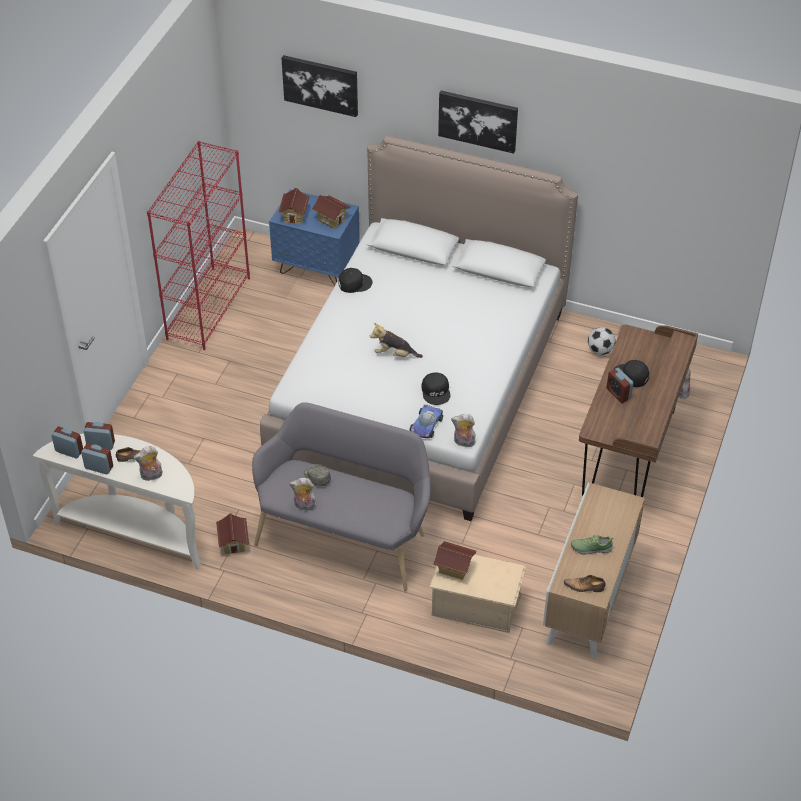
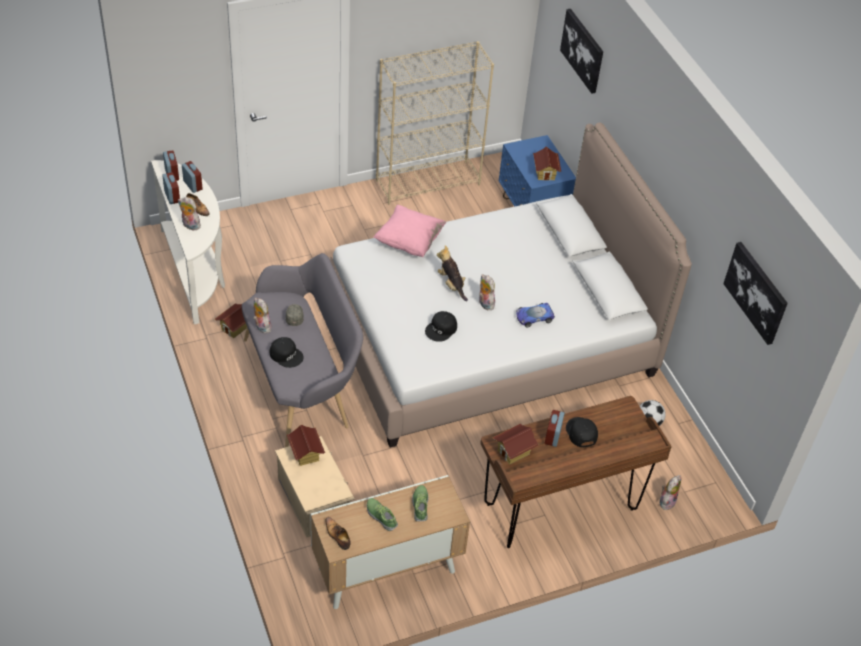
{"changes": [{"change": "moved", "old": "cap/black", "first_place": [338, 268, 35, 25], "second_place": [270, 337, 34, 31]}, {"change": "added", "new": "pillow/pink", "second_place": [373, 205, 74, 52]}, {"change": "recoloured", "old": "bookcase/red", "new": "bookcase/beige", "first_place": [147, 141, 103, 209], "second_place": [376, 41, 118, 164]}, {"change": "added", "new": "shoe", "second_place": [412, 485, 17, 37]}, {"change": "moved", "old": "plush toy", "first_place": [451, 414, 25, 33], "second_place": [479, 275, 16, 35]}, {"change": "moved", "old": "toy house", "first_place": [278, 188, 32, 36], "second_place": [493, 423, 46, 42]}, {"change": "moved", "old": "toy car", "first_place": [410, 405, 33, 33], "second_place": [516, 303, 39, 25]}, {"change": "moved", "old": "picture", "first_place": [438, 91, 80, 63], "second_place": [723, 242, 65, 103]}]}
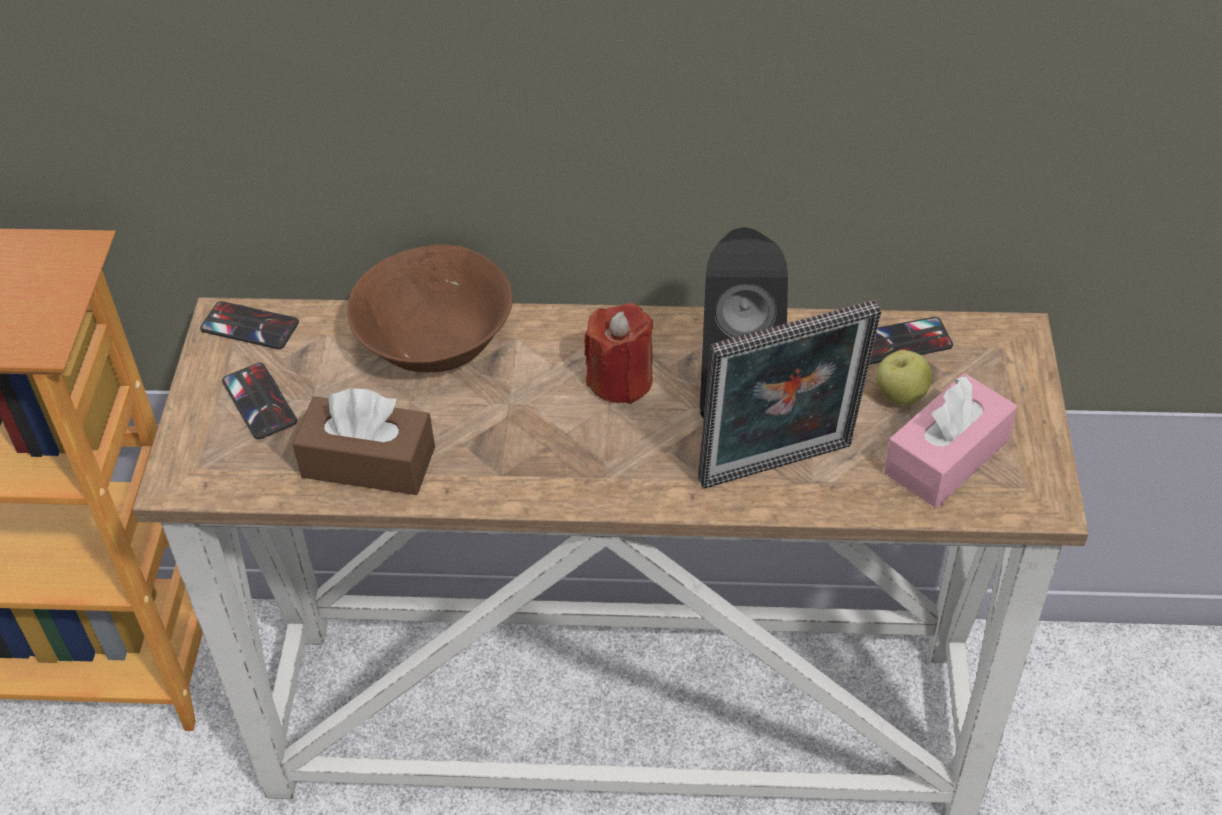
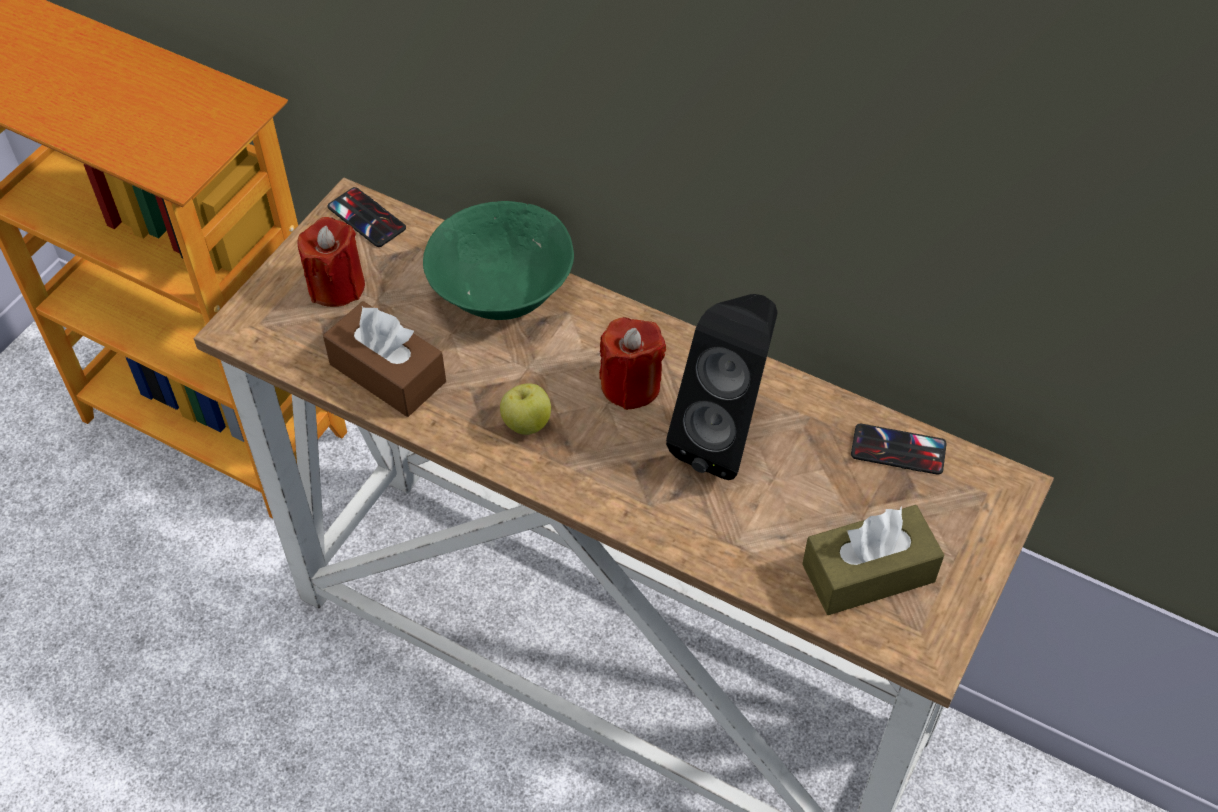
{"changes": [{"change": "replaced", "old": "phone", "new": "candle/red", "first_place": [222, 363, 75, 76], "second_place": [297, 217, 68, 90]}, {"change": "recoloured", "old": "bowl/brown", "new": "bowl/green", "first_place": [347, 244, 166, 128], "second_place": [423, 201, 151, 119]}, {"change": "moved", "old": "apple", "first_place": [876, 350, 56, 55], "second_place": [500, 384, 51, 51]}, {"change": "recoloured", "old": "tissue box/pink", "new": "tissue box/brown", "first_place": [884, 373, 133, 135], "second_place": [802, 505, 142, 110]}, {"change": "removed", "old": "picture frame", "first_place": [698, 300, 183, 189]}]}
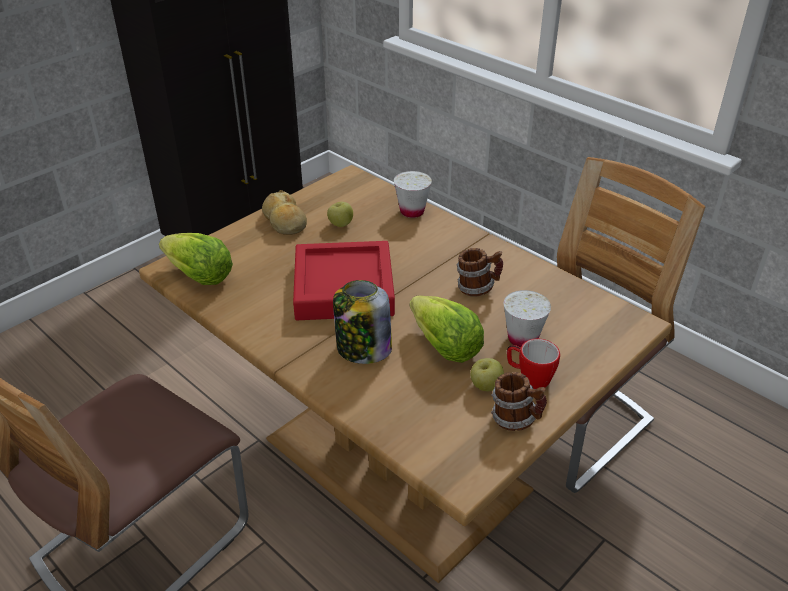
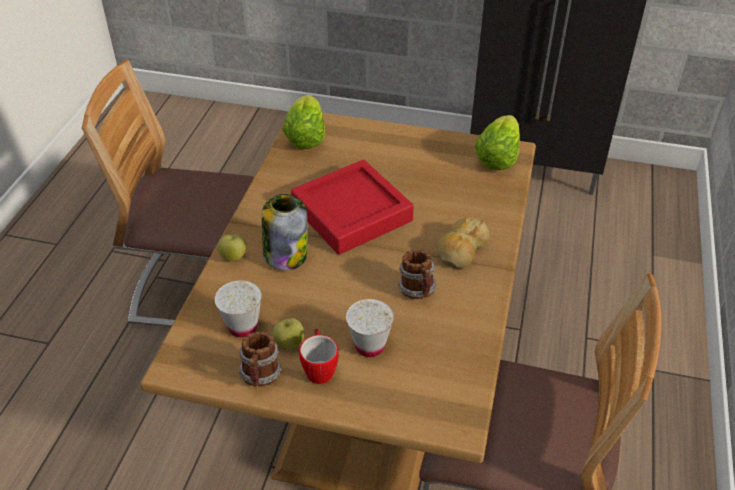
{"changes": [{"change": "moved", "old": "cup/white", "first_place": [394, 171, 38, 47], "second_place": [215, 281, 47, 56]}, {"change": "moved", "old": "apple", "first_place": [327, 202, 26, 25], "second_place": [217, 234, 30, 27]}, {"change": "moved", "old": "bread", "first_place": [262, 190, 45, 45], "second_place": [437, 217, 52, 52]}, {"change": "moved", "old": "lettuce", "first_place": [410, 296, 74, 67], "second_place": [475, 115, 45, 55]}]}
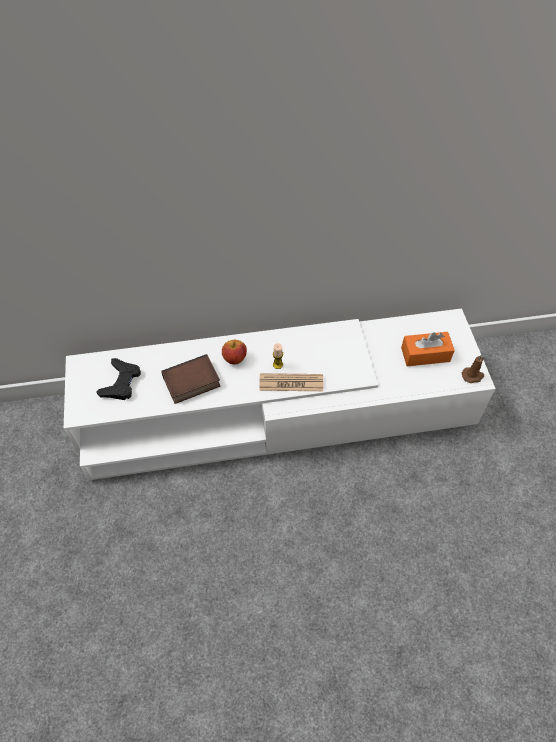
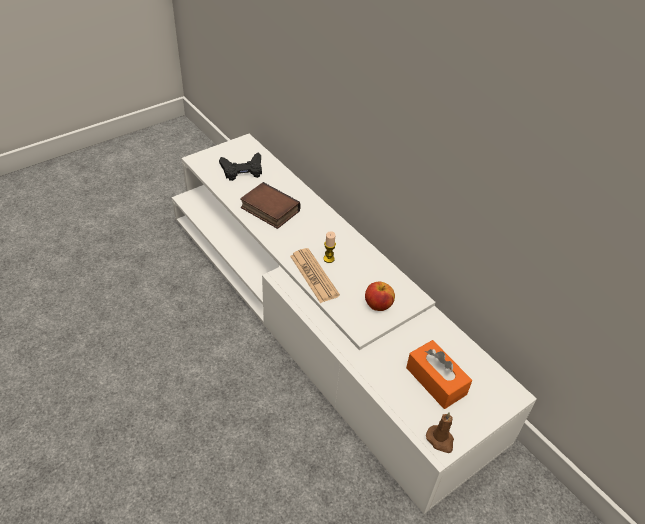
{"changes": [{"change": "moved", "old": "apple", "first_place": [222, 340, 25, 24], "second_place": [365, 281, 30, 30]}]}
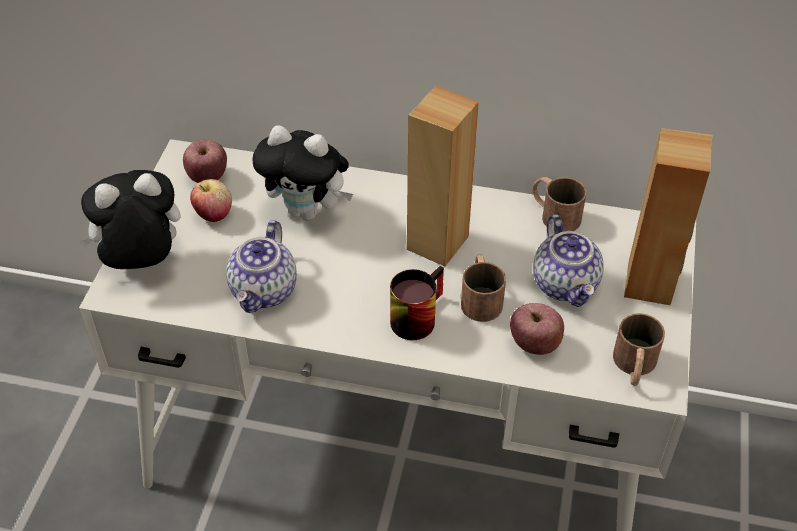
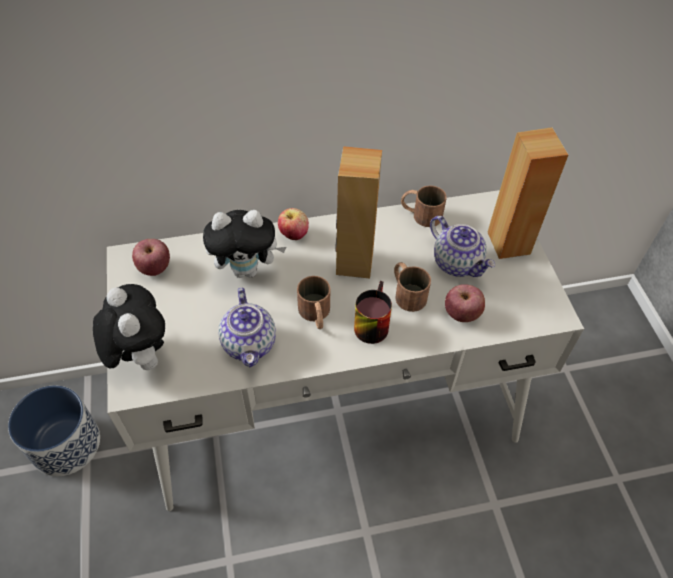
{"changes": [{"change": "added", "new": "planter", "second_place": [8, 385, 92, 91]}, {"change": "turned", "old": "plush toy", "first_place": [78, 170, 103, 99], "second_place": [93, 284, 72, 86], "degrees": 105}, {"change": "moved", "old": "apple", "first_place": [190, 179, 42, 43], "second_place": [278, 208, 31, 32]}, {"change": "moved", "old": "mug/brown", "first_place": [613, 313, 52, 73], "second_place": [297, 276, 33, 53]}]}
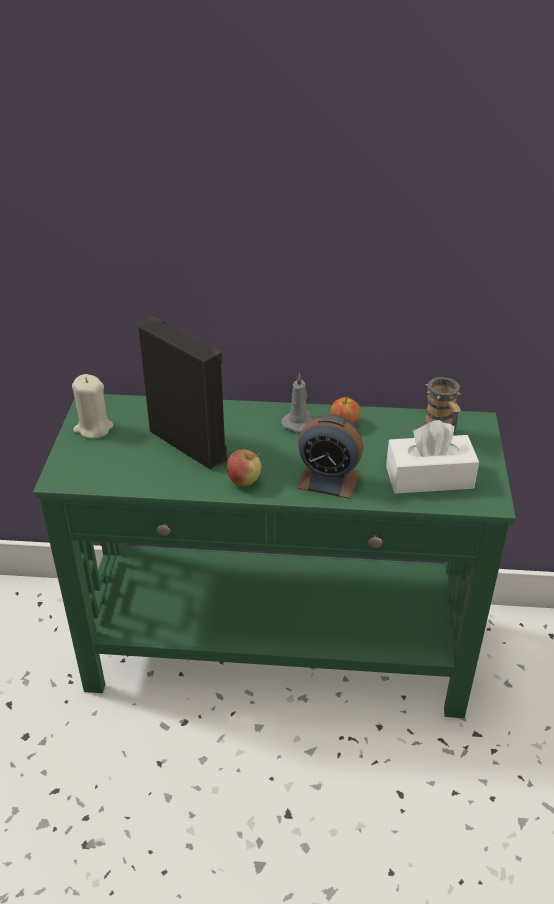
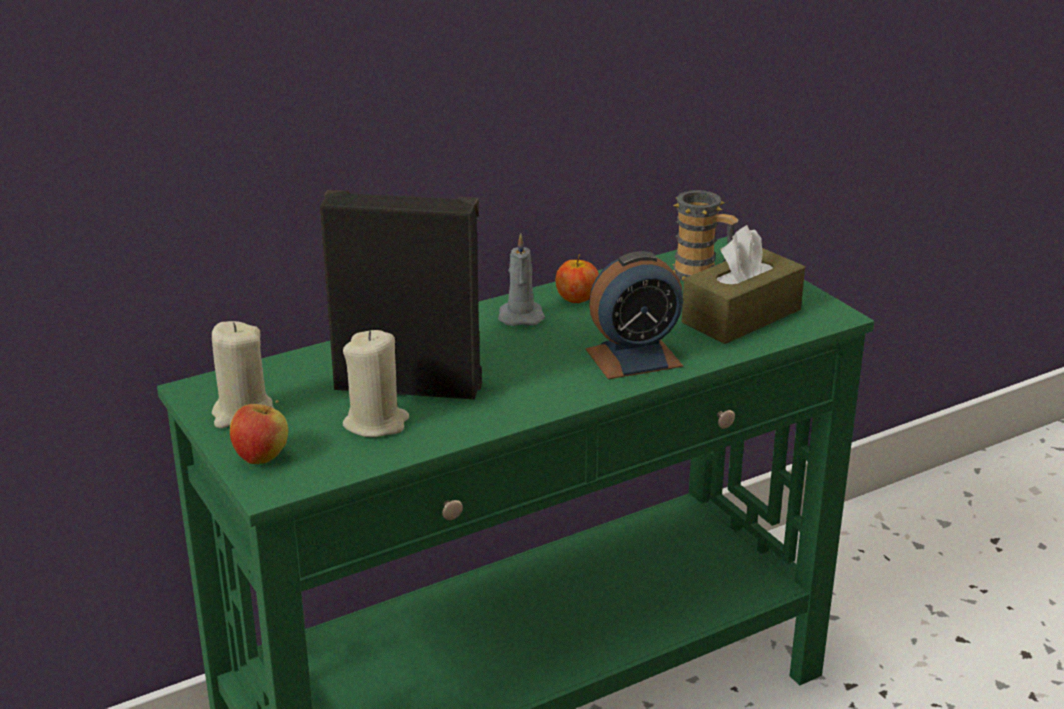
{"changes": [{"change": "moved", "old": "apple", "first_place": [227, 449, 34, 37], "second_place": [230, 400, 58, 64]}, {"change": "added", "new": "candle/beige", "second_place": [343, 330, 66, 107]}, {"change": "recoloured", "old": "tissue box/white", "new": "tissue box/brown", "first_place": [386, 420, 93, 74], "second_place": [682, 225, 123, 119]}]}
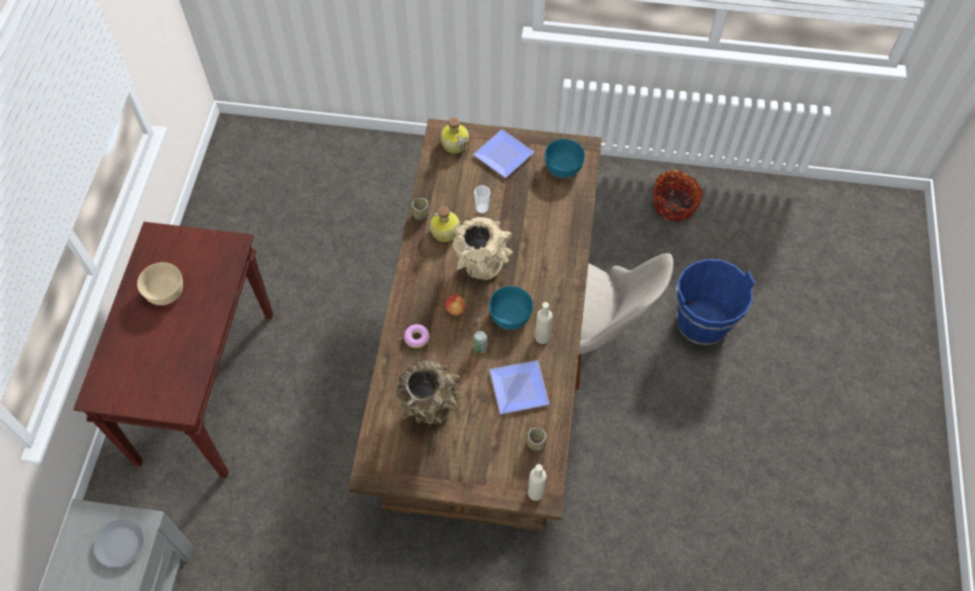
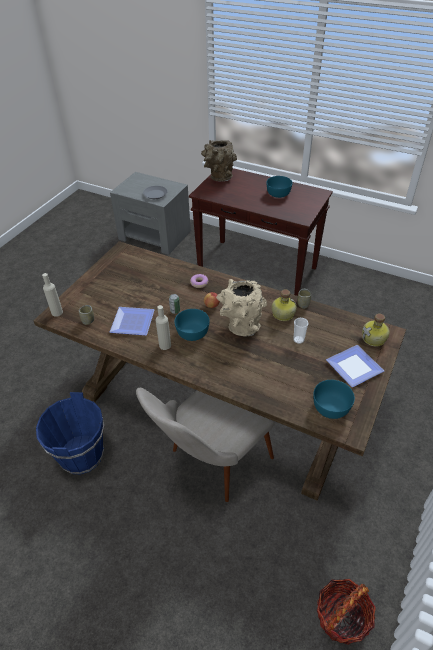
{"changes": [{"change": "moved", "old": "bucket/blue", "first_place": [676, 259, 79, 86], "second_place": [36, 392, 68, 82]}, {"change": "moved", "old": "vase/brown", "first_place": [396, 361, 67, 64], "second_place": [201, 140, 36, 42]}, {"change": "recoloured", "old": "bowl/beige", "new": "bowl/turquoise", "first_place": [137, 262, 46, 43], "second_place": [266, 176, 26, 22]}]}
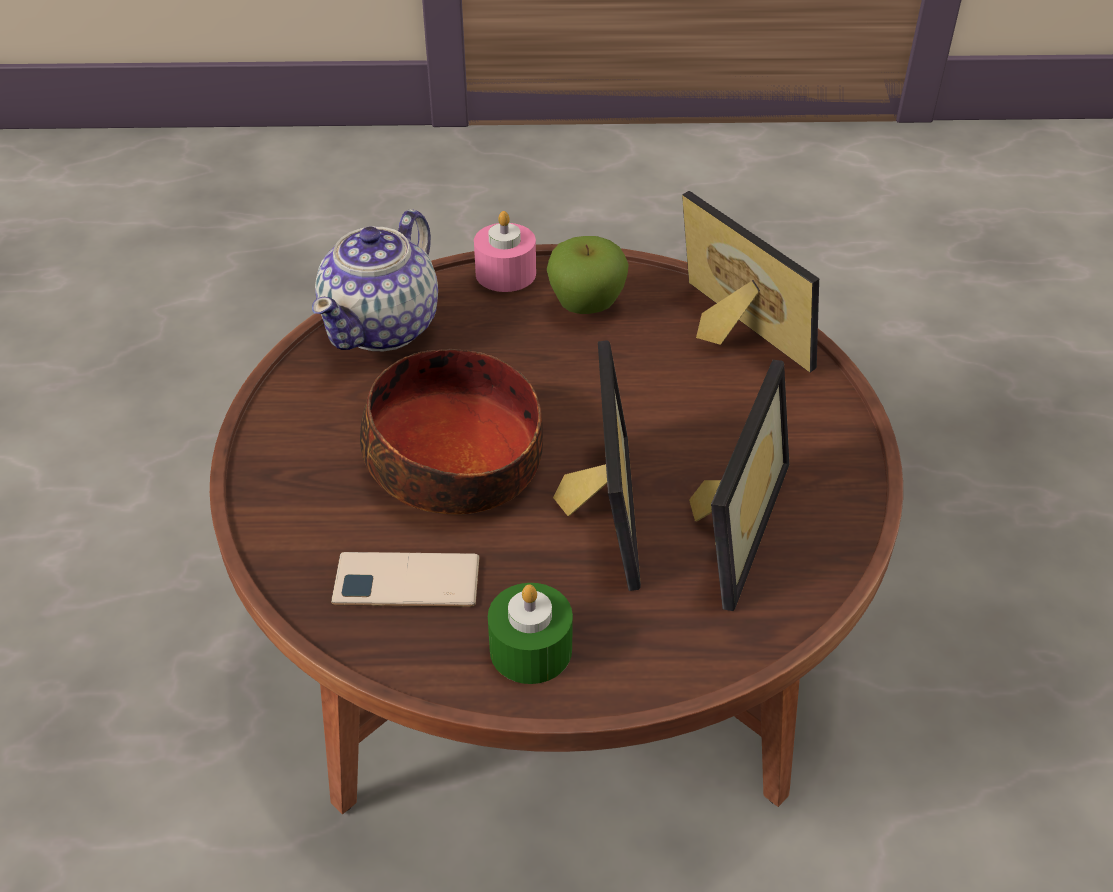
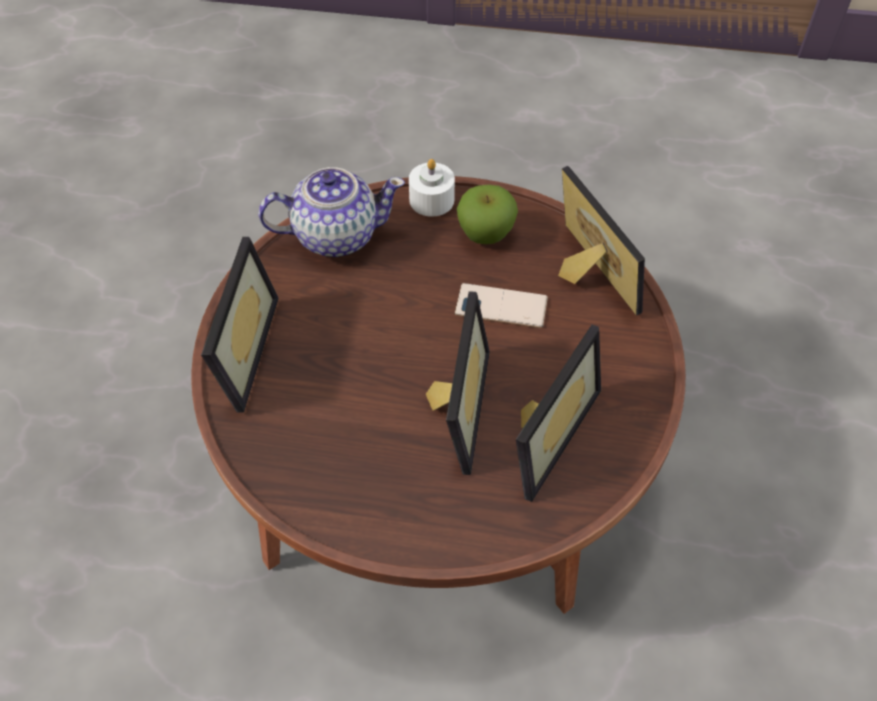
{"changes": [{"change": "added", "new": "picture frame", "second_place": [201, 237, 78, 176]}, {"change": "turned", "old": "teapot", "first_place": [312, 209, 126, 142], "second_place": [258, 167, 147, 90], "degrees": -135}, {"change": "recoloured", "old": "candle/pink", "new": "candle/white", "first_place": [474, 211, 62, 81], "second_place": [409, 159, 46, 58]}, {"change": "moved", "old": "phone", "first_place": [331, 552, 149, 55], "second_place": [455, 283, 93, 45]}, {"change": "removed", "old": "bowl", "first_place": [360, 349, 183, 166]}, {"change": "removed", "old": "candle/green", "first_place": [488, 583, 85, 101]}]}
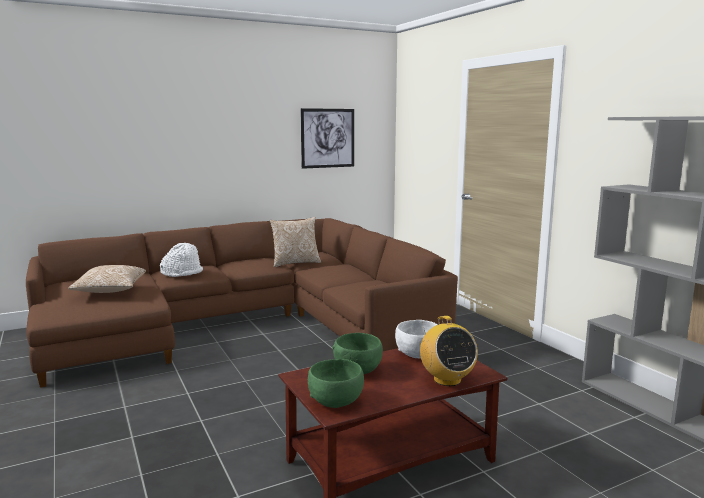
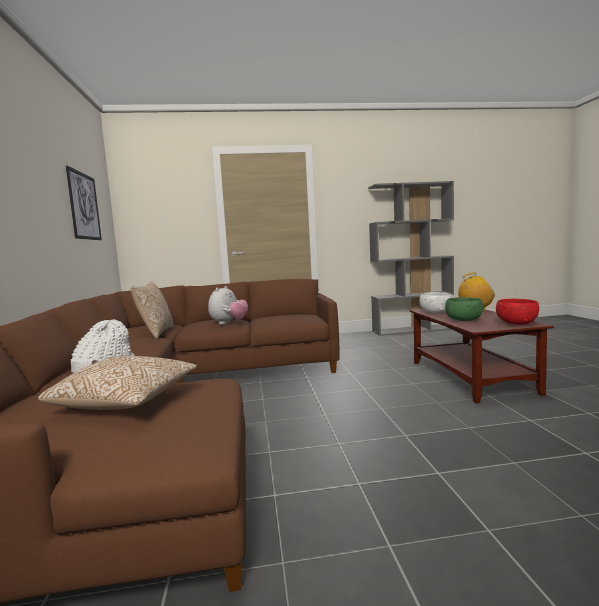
{"changes": [{"change": "added", "new": "plush toy", "second_place": [208, 286, 40, 39]}, {"change": "recoloured", "old": "bowl/green", "new": "bowl/red", "first_place": [308, 359, 56, 49], "second_place": [496, 299, 43, 26]}]}
